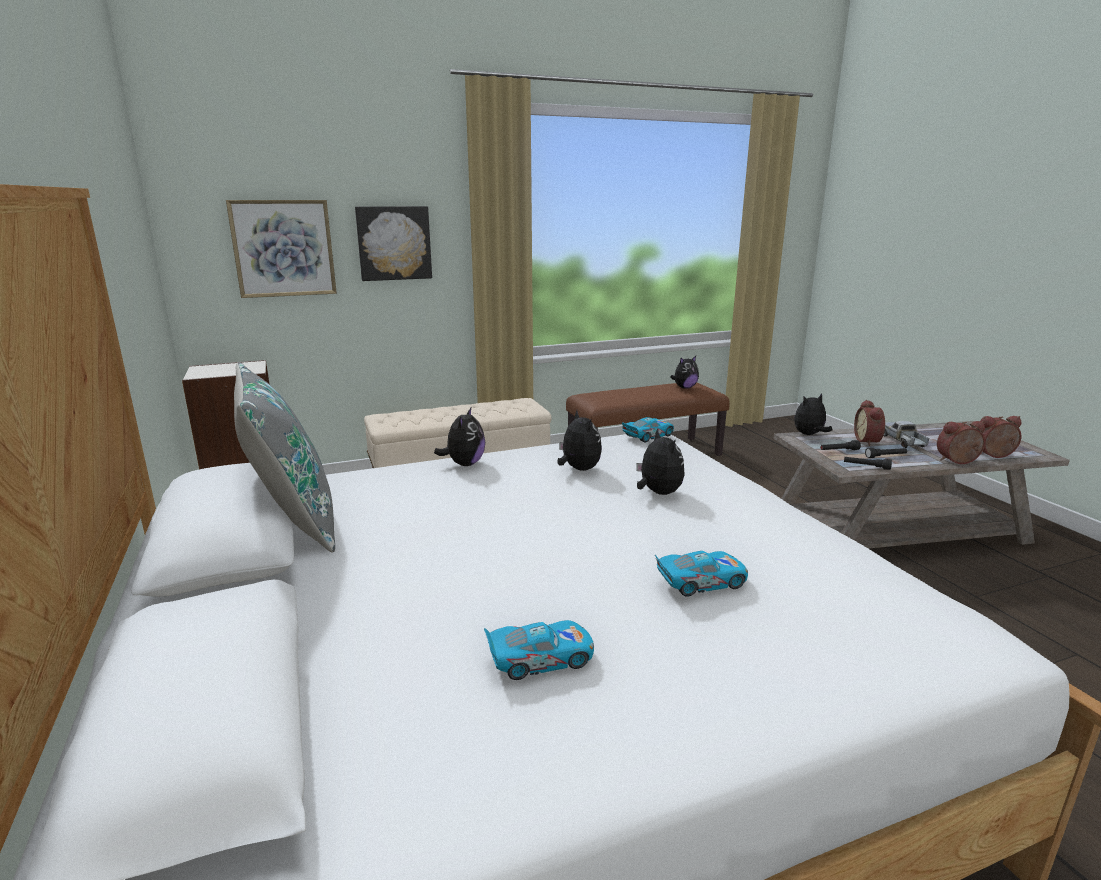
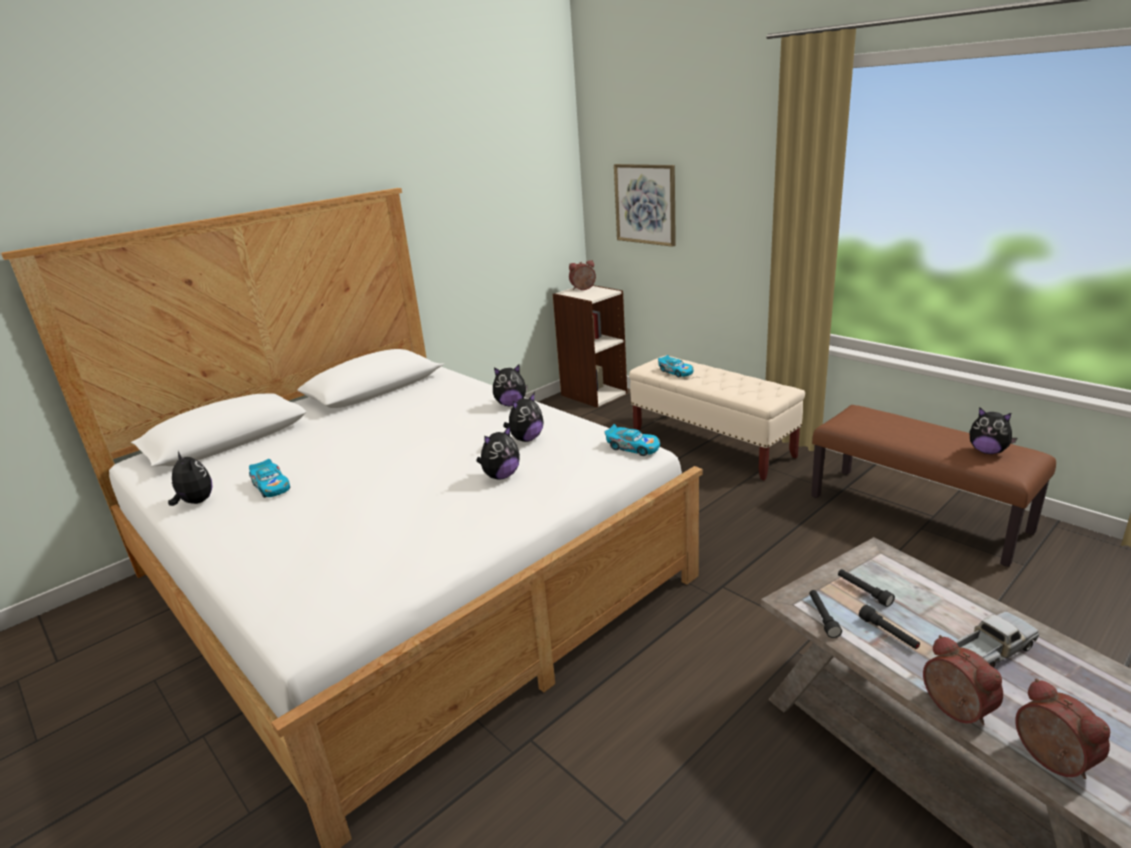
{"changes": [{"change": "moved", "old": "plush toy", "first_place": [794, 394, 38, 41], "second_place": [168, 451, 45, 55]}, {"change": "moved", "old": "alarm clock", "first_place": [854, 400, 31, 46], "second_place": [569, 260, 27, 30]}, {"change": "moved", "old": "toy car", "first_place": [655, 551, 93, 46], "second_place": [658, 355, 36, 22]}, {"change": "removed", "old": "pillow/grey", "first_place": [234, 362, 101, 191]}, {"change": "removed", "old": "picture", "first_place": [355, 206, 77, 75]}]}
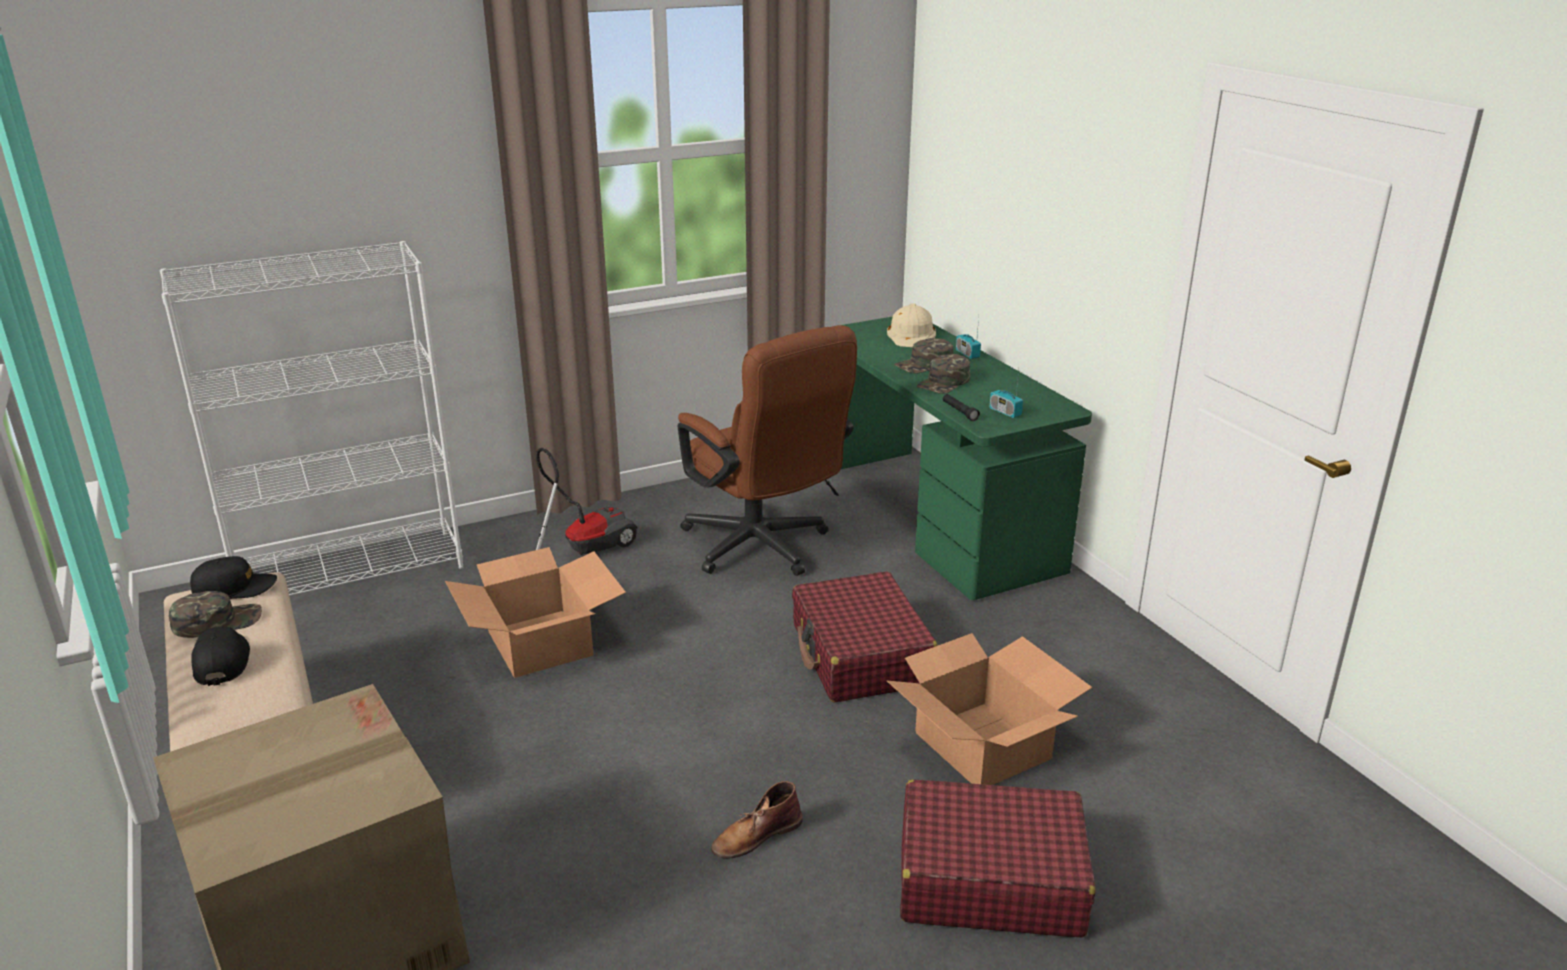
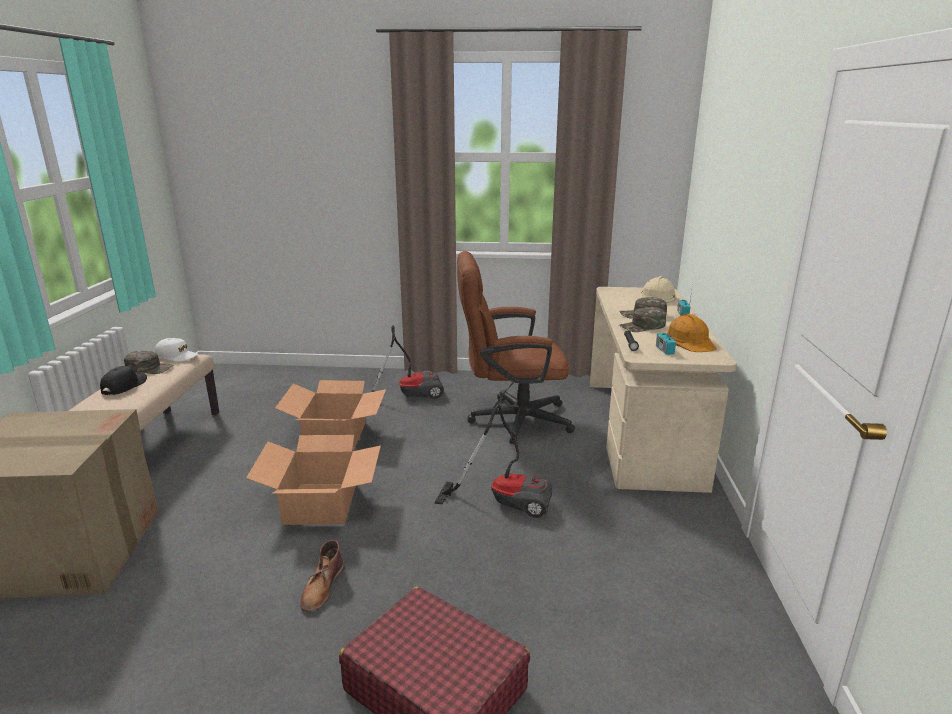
{"changes": [{"change": "recoloured", "old": "cap/black", "new": "cap/white", "first_place": [190, 556, 87, 43], "second_place": [155, 338, 43, 24]}, {"change": "moved", "old": "cardboard box", "first_place": [886, 633, 206, 152], "second_place": [246, 435, 135, 90]}, {"change": "turned", "old": "boot/brown", "first_place": [711, 781, 92, 78], "second_place": [300, 540, 44, 72], "degrees": -75}, {"change": "replaced", "old": "suitcase/red", "new": "vacuum cleaner", "first_place": [792, 572, 146, 130], "second_place": [435, 404, 117, 114]}, {"change": "turned", "old": "office chair/brown", "first_place": [677, 325, 180, 251], "second_place": [457, 251, 118, 193], "degrees": 90}, {"change": "recoloured", "old": "desk/green", "new": "desk/beige", "first_place": [841, 317, 251, 283], "second_place": [590, 287, 147, 206]}, {"change": "added", "new": "hard hat/orange", "second_place": [667, 314, 50, 38]}, {"change": "removed", "old": "bookcase/white", "first_place": [160, 241, 303, 354]}]}
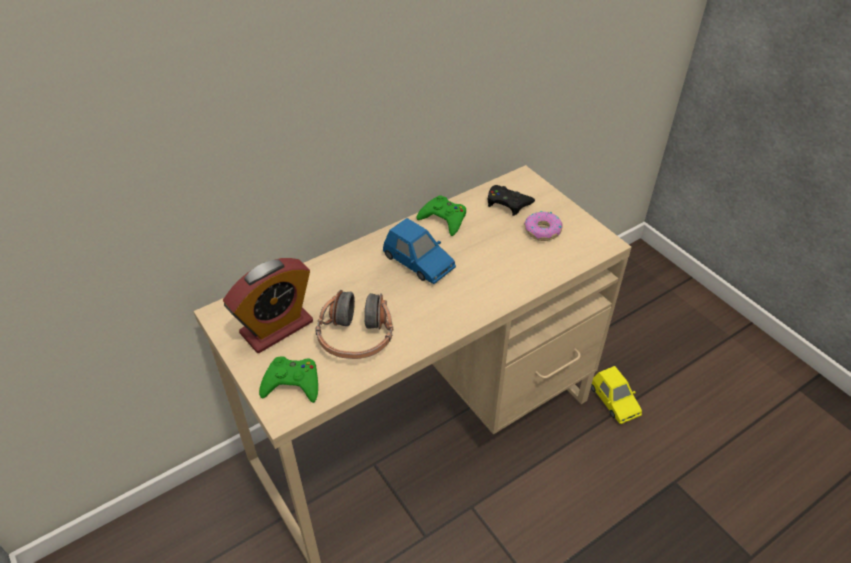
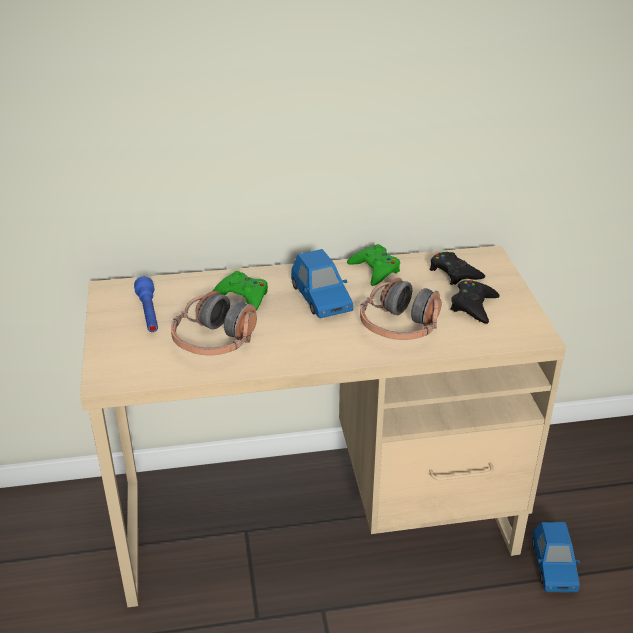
{"changes": [{"change": "replaced", "old": "alarm clock", "new": "flashlight/blue", "first_place": [223, 258, 90, 95], "second_place": [134, 276, 24, 56]}, {"change": "moved", "old": "game controller/green", "first_place": [259, 356, 59, 47], "second_place": [213, 271, 55, 39]}, {"change": "added", "new": "headphones", "second_place": [360, 278, 82, 62]}, {"change": "replaced", "old": "donut", "new": "game controller/black", "first_place": [524, 211, 38, 30], "second_place": [450, 280, 49, 44]}, {"change": "recoloured", "old": "toy car/yellow", "new": "toy car/blue", "first_place": [591, 366, 51, 58], "second_place": [532, 522, 48, 70]}]}
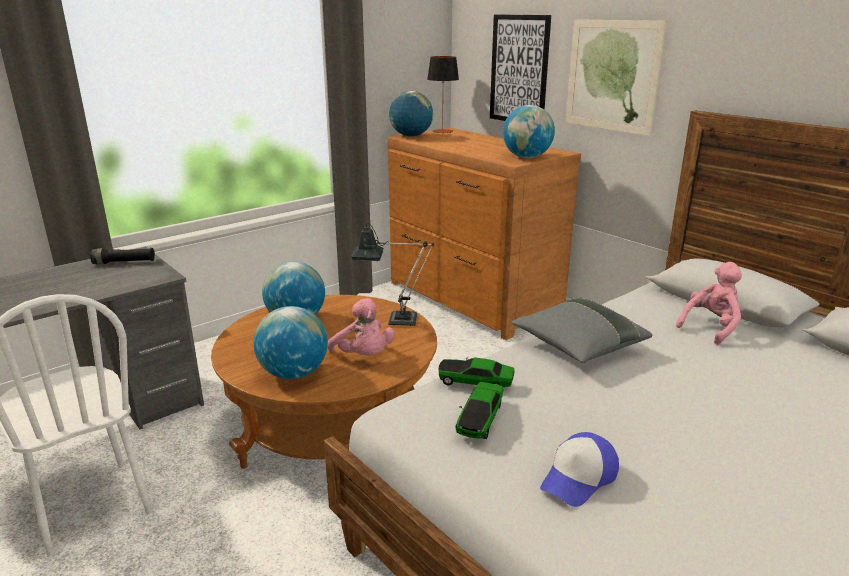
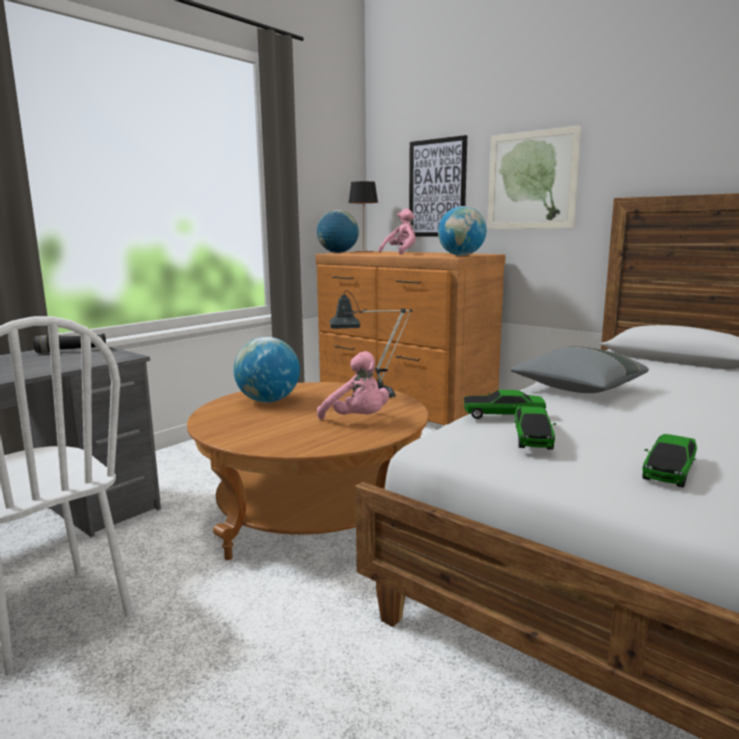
{"changes": [{"change": "moved", "old": "plush toy/pink", "first_place": [676, 262, 66, 83], "second_place": [379, 209, 37, 45]}, {"change": "replaced", "old": "cap", "new": "toy car", "first_place": [540, 432, 79, 75], "second_place": [642, 434, 55, 53]}, {"change": "removed", "old": "globe", "first_place": [254, 306, 74, 73]}]}
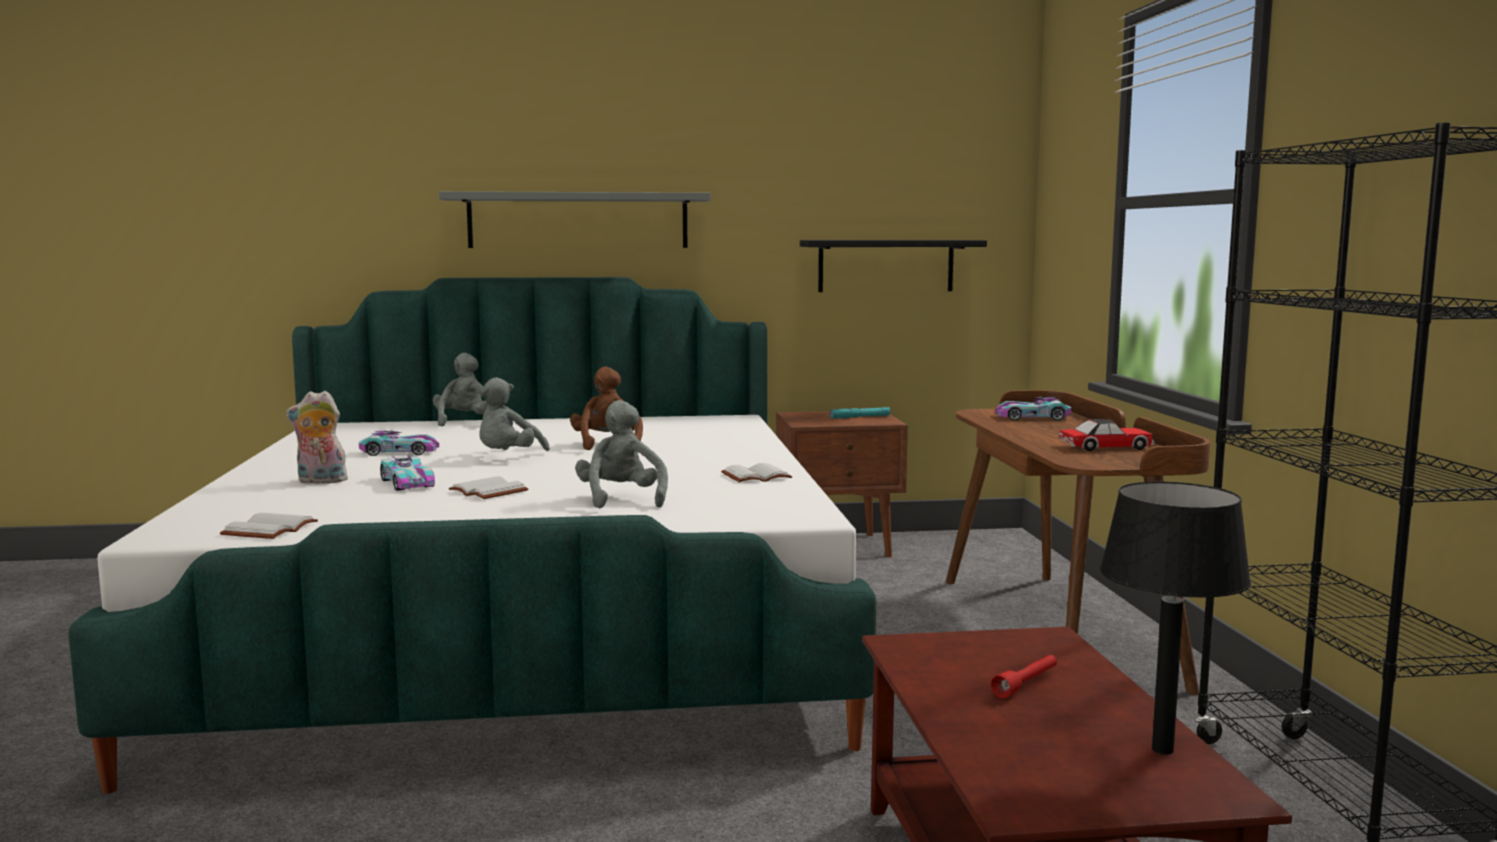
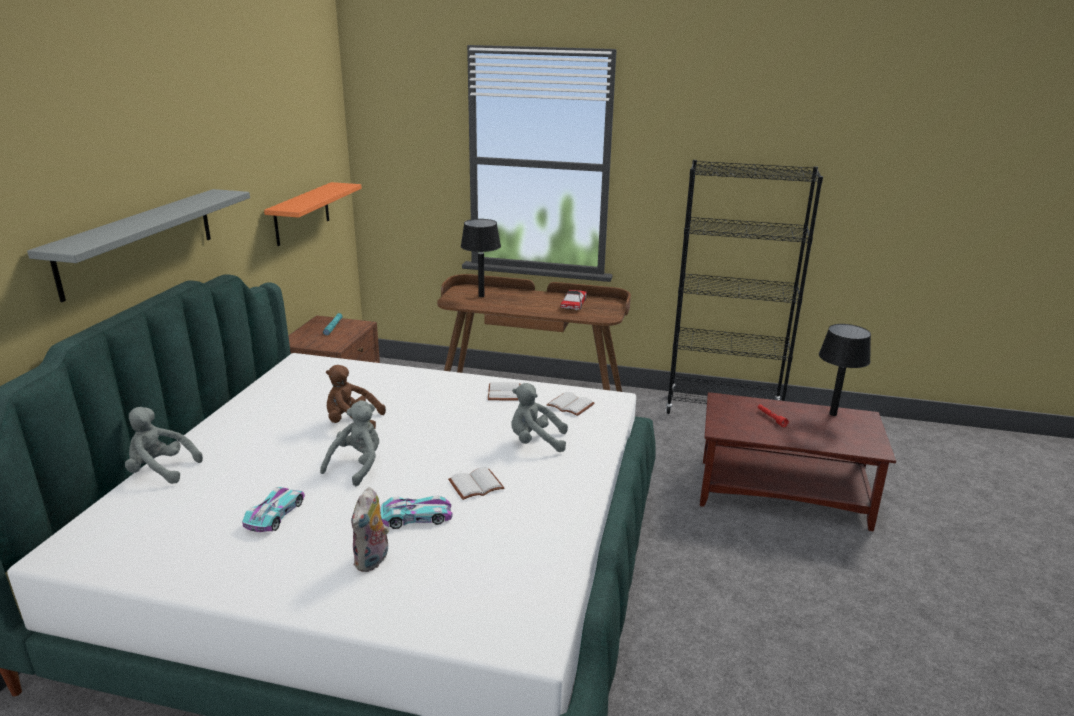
{"changes": [{"change": "recoloured", "old": "shelf/black", "new": "shelf/orange", "first_place": [800, 240, 187, 52], "second_place": [264, 182, 98, 64]}, {"change": "turned", "old": "plush toy/grey", "first_place": [479, 378, 71, 73], "second_place": [320, 400, 59, 86], "degrees": -105}, {"change": "replaced", "old": "toy car", "new": "table lamp/black", "first_place": [995, 397, 76, 23], "second_place": [461, 219, 40, 78]}, {"change": "moved", "old": "book/white", "first_place": [220, 513, 98, 26], "second_place": [546, 392, 49, 24]}]}
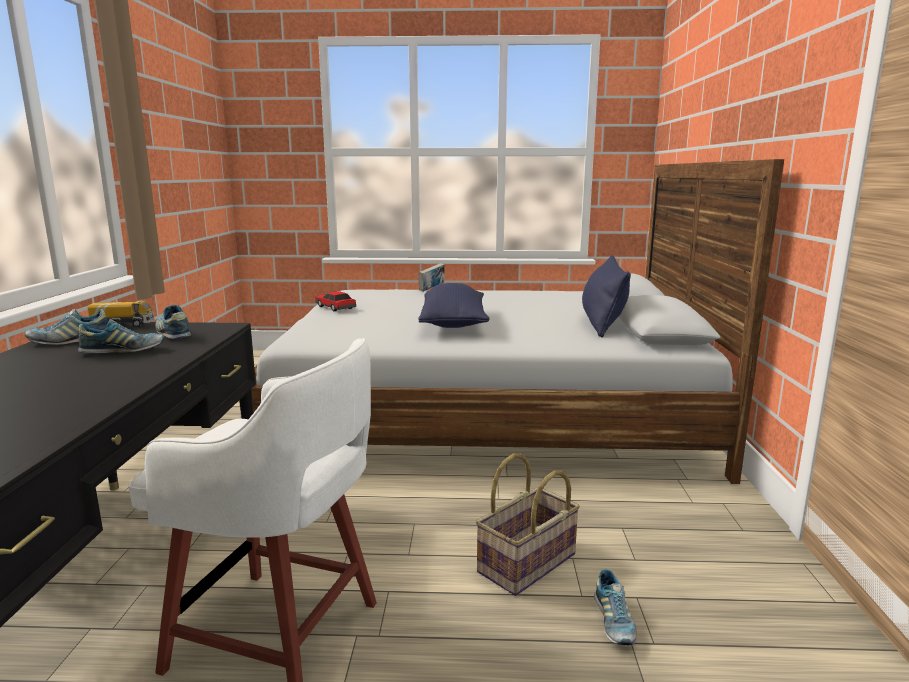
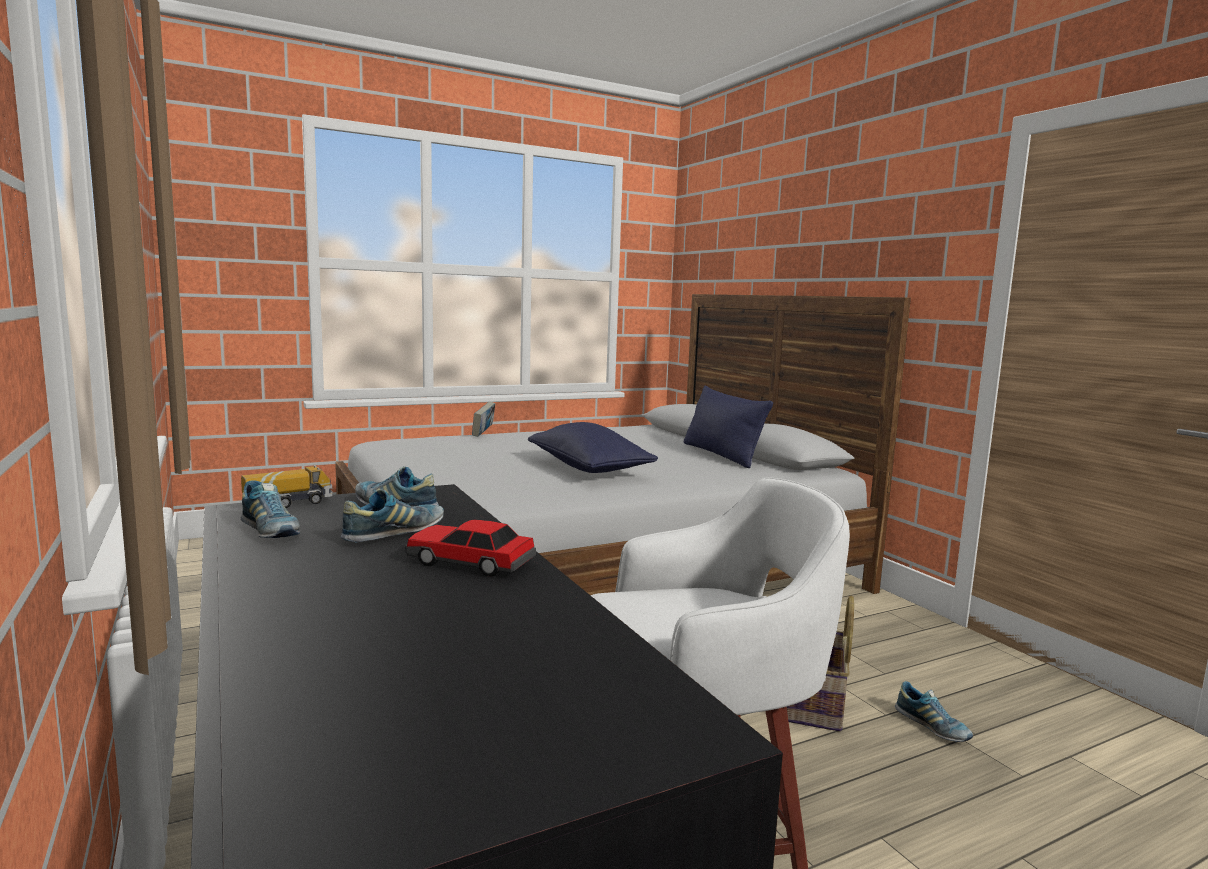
{"changes": [{"change": "turned", "old": "shoe", "first_place": [24, 309, 84, 36], "second_place": [241, 480, 59, 58], "degrees": -75}, {"change": "moved", "old": "toy car", "first_place": [315, 291, 41, 20], "second_place": [405, 519, 131, 58]}]}
